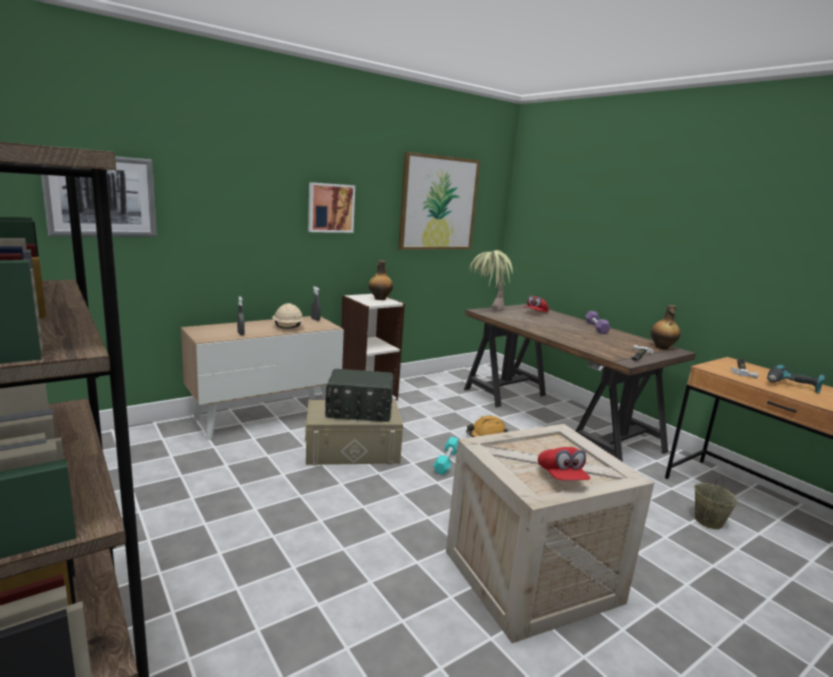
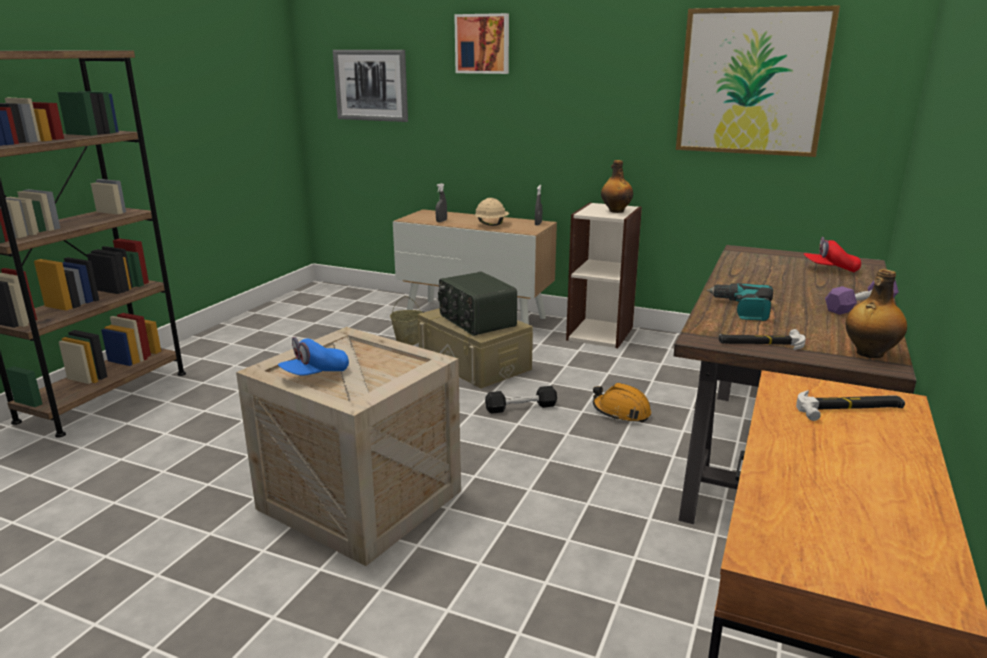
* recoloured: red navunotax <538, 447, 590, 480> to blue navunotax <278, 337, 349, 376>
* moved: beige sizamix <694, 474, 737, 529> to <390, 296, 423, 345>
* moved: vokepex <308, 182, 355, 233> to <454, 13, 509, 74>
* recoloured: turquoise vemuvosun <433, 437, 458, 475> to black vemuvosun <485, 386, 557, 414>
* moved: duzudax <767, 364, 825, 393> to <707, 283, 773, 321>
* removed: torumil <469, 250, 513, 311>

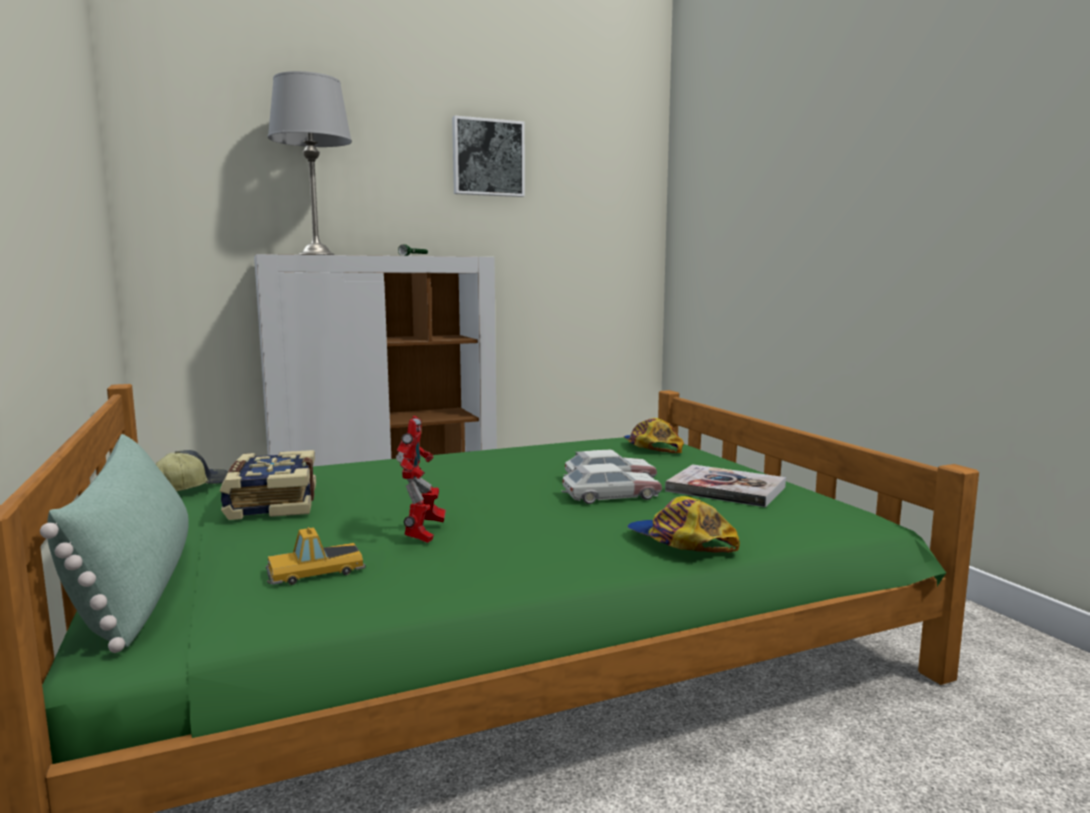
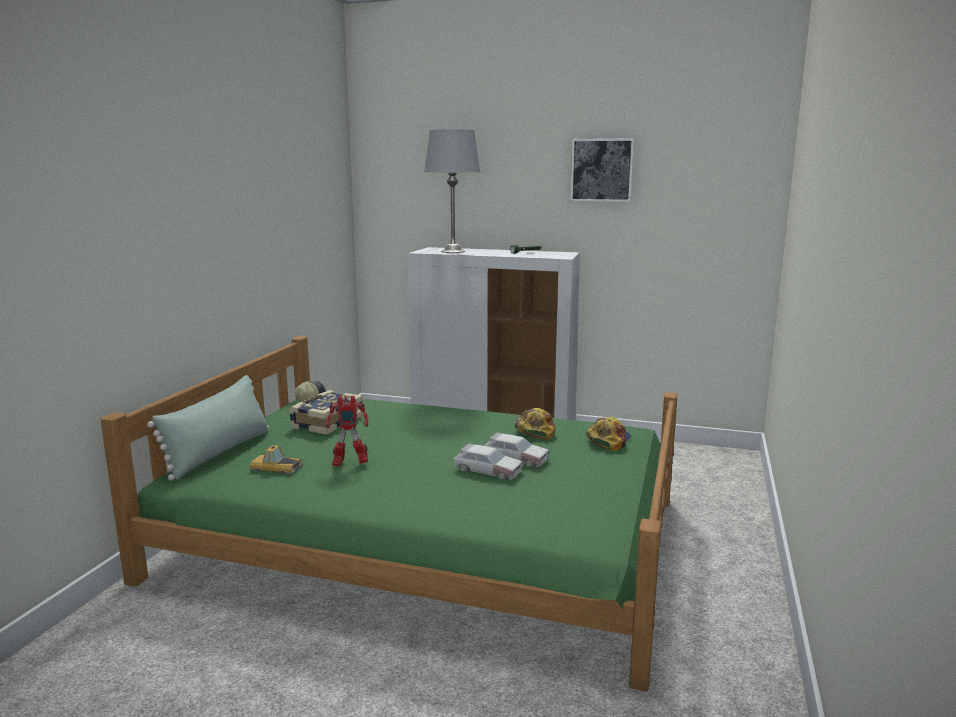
* turned: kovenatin <396, 416, 446, 543> = <326, 396, 369, 467> 45 degrees clockwise
* moved: navunotax <627, 496, 740, 553> to <515, 408, 555, 440>
* removed: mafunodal <665, 464, 786, 507>

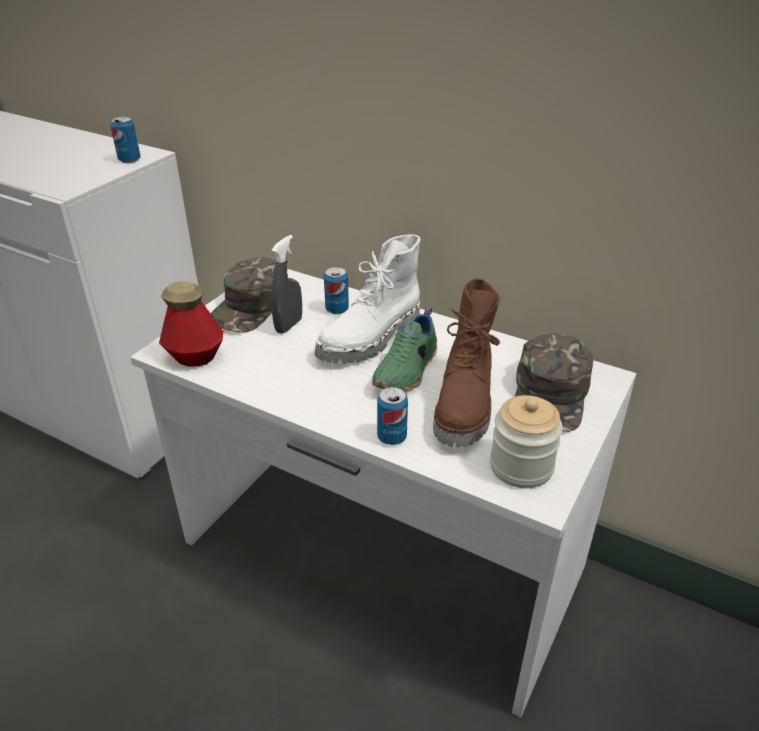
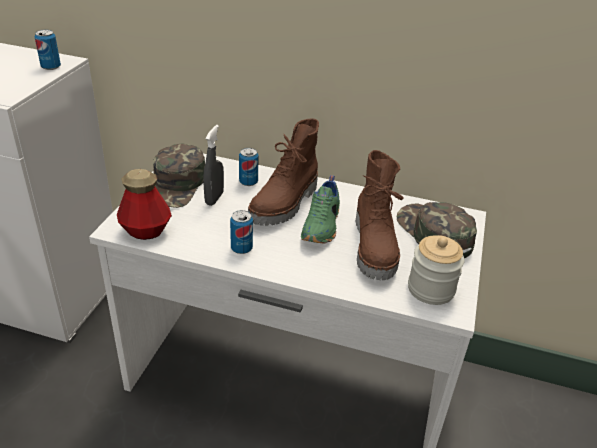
* moved: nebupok <377, 387, 408, 445> to <230, 210, 253, 254>
* recoloured: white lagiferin <314, 234, 421, 364> to brown lagiferin <248, 118, 319, 226>
* turned: green navunotax <515, 333, 594, 432> = <397, 202, 477, 258> 150 degrees clockwise

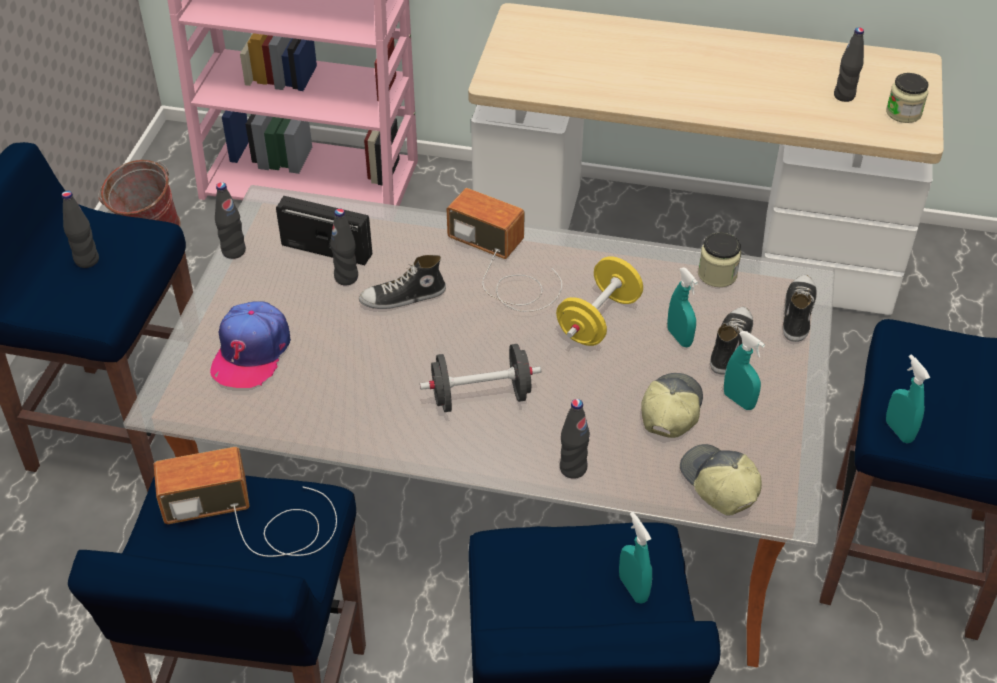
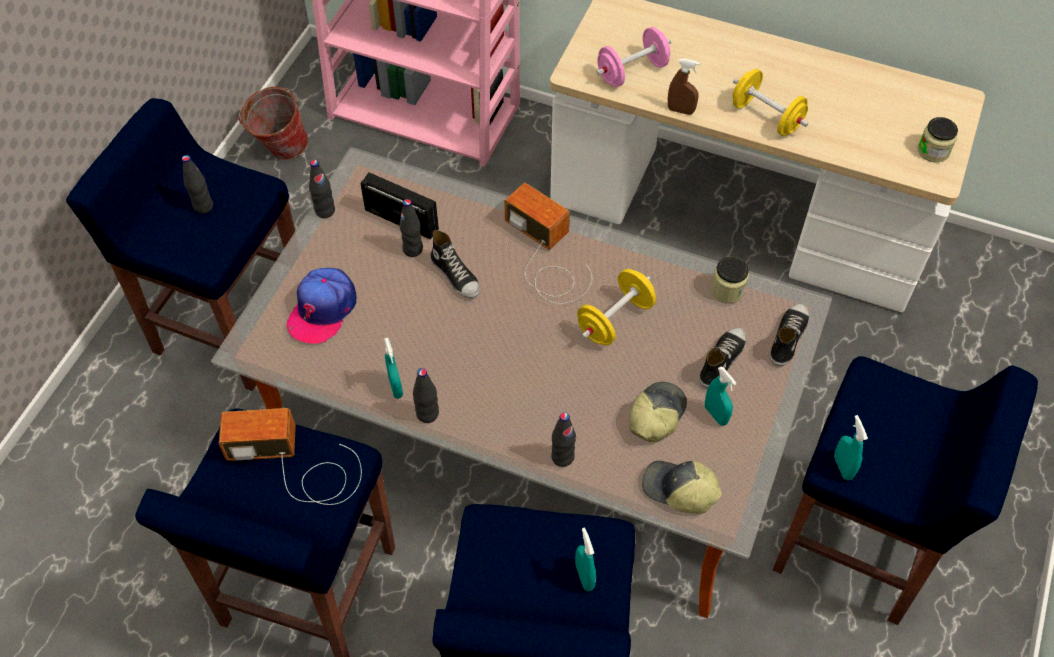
* moved: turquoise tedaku <667, 267, 698, 347> to <384, 338, 403, 399>
* moved: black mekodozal <834, 27, 864, 102> to <413, 368, 439, 423>
* turned: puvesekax <359, 255, 446, 309> = <430, 230, 480, 299> 120 degrees counterclockwise
* added: pink vemuvosun <596, 27, 671, 87>
* turned: navunotax <680, 444, 762, 516> = <642, 461, 722, 514> 45 degrees counterclockwise
* added: brown tedaku <668, 58, 700, 115>
* added: yellow vemuvosun <733, 69, 808, 136>
* removed: black vemuvosun <420, 344, 541, 412>

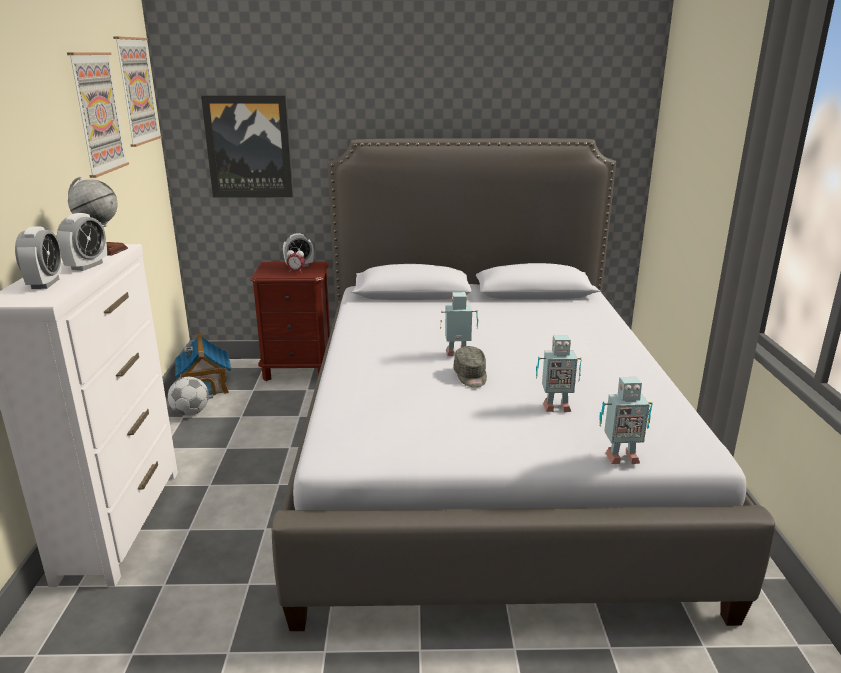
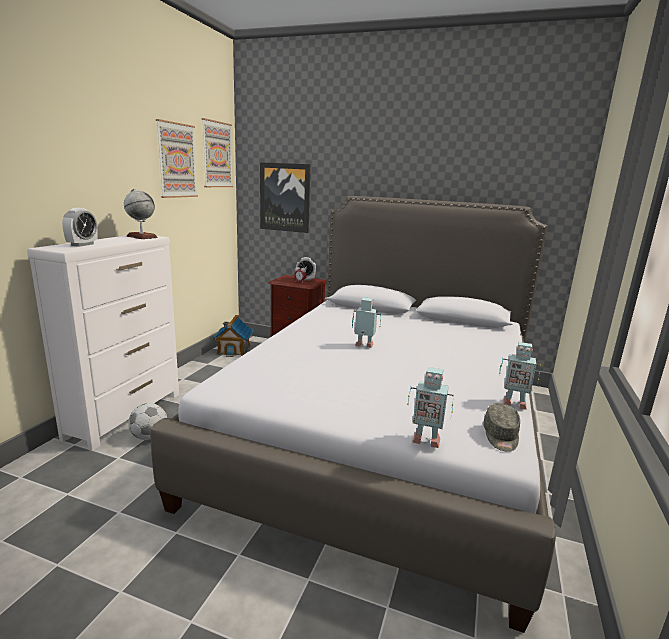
* moved: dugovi <168, 377, 209, 416> to <128, 403, 167, 440>
* moved: grey navunotax <453, 346, 487, 387> to <483, 403, 520, 452>
* moved: kovenatin <536, 335, 582, 412> to <499, 342, 541, 410>
* removed: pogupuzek <57, 213, 107, 271>

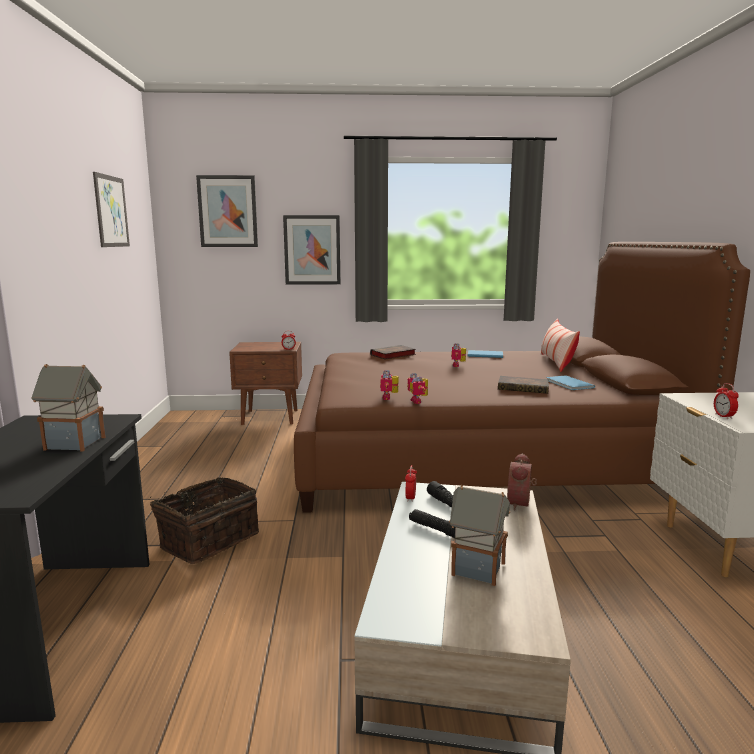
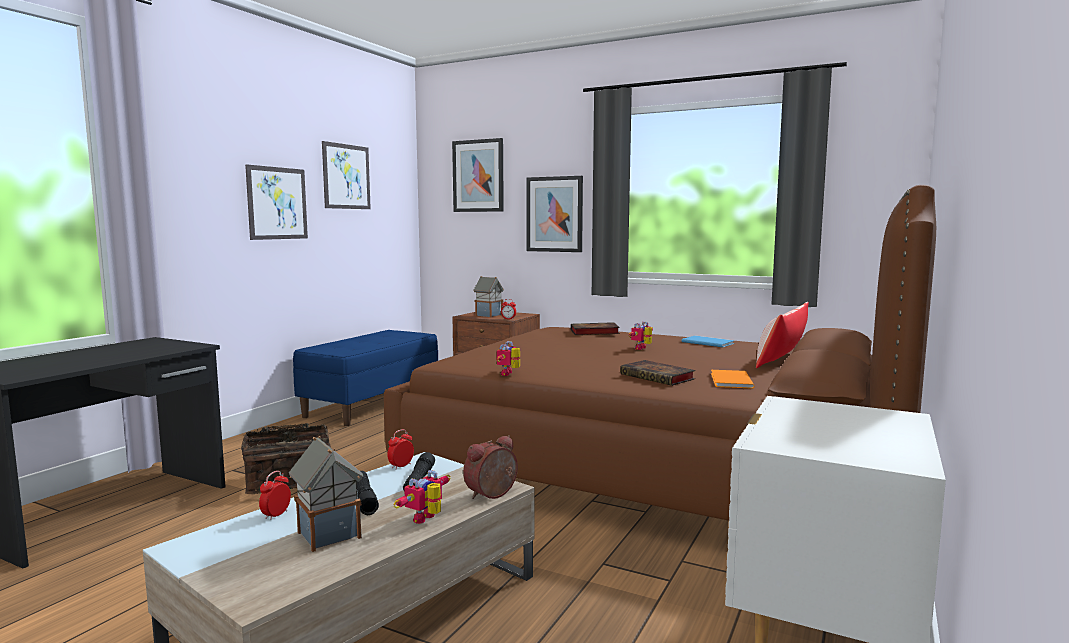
* added: vokepex <245, 164, 308, 240>
* moved: pogupuzek <714, 383, 739, 419> to <259, 471, 291, 520>
* added: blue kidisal <293, 330, 438, 426>
* moved: kovenatin <380, 370, 399, 400> to <393, 470, 451, 524>
* moved: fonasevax <31, 364, 106, 452> to <473, 276, 504, 318>
* recoloured: blue mafunodal <546, 375, 595, 390> to orange mafunodal <711, 370, 755, 389>

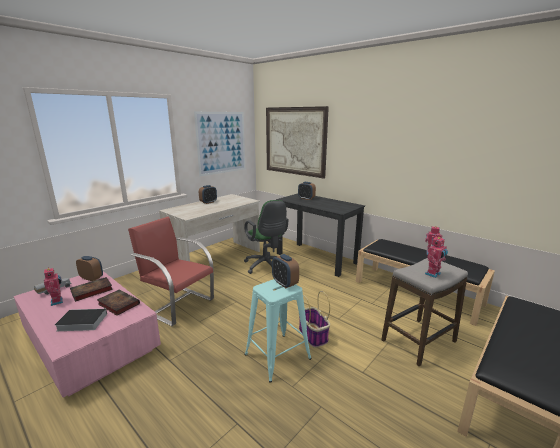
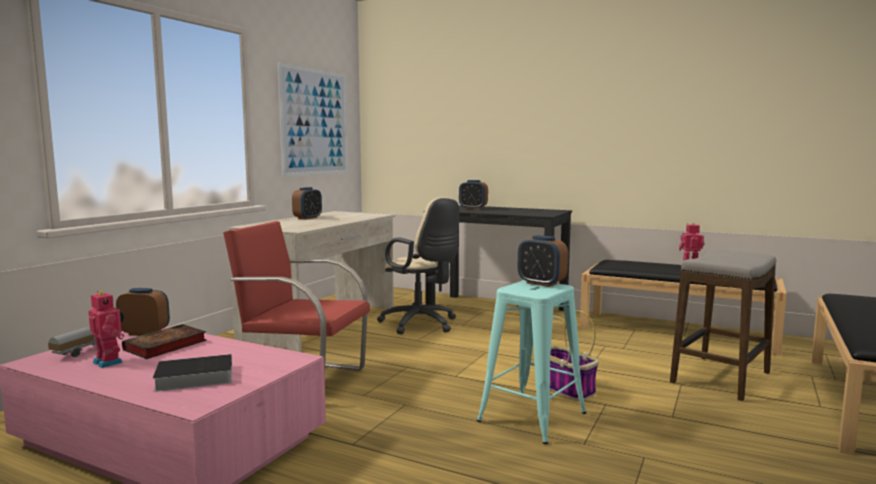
* recoloured: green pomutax <244, 200, 288, 274> to beige pomutax <377, 197, 460, 334>
* removed: mafunodal <97, 290, 140, 316>
* removed: vokepex <266, 106, 329, 179>
* removed: kovenatin <425, 236, 448, 278>

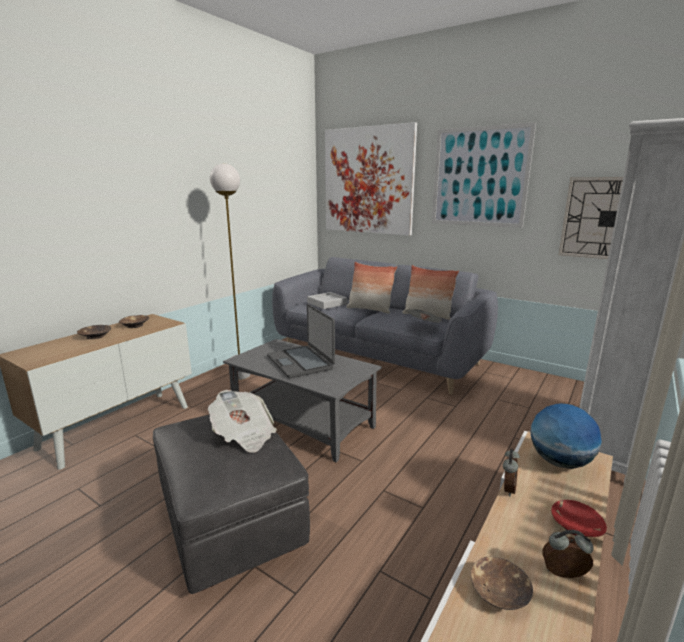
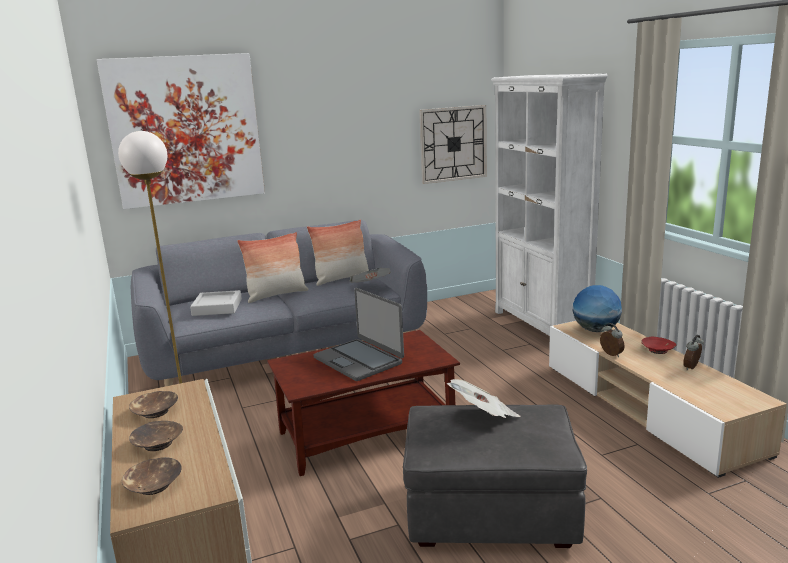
* moved: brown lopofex <471, 557, 533, 610> to <122, 457, 181, 495>
* recoloured: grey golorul <223, 339, 382, 463> to brown golorul <267, 330, 460, 476>
* turned: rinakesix <267, 304, 335, 378> = <314, 288, 404, 381> 45 degrees clockwise
* removed: vokepex <432, 122, 536, 228>

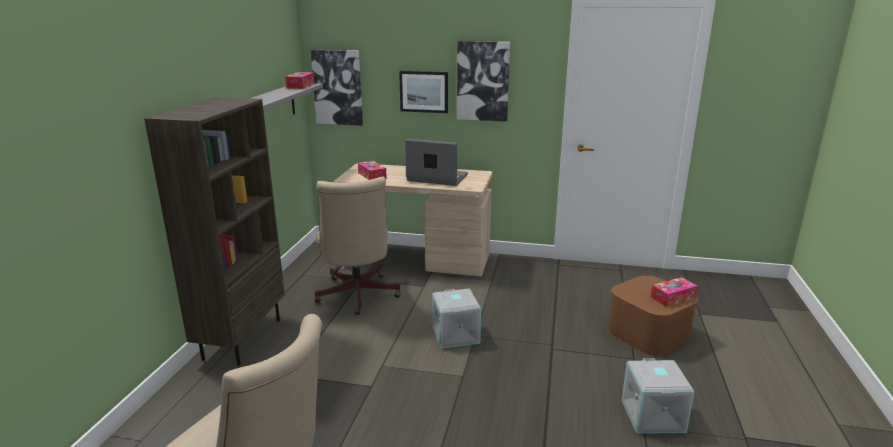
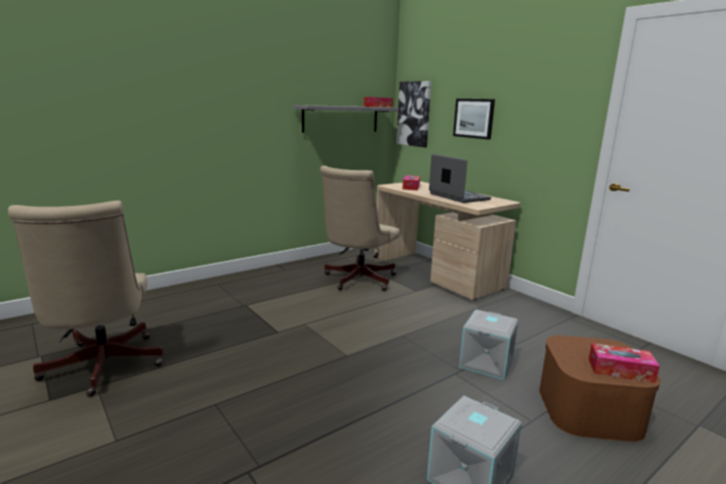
* moved: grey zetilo <432, 289, 481, 349> to <459, 310, 518, 380>
* removed: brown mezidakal <144, 97, 285, 365>
* removed: vokepex <457, 41, 510, 122>

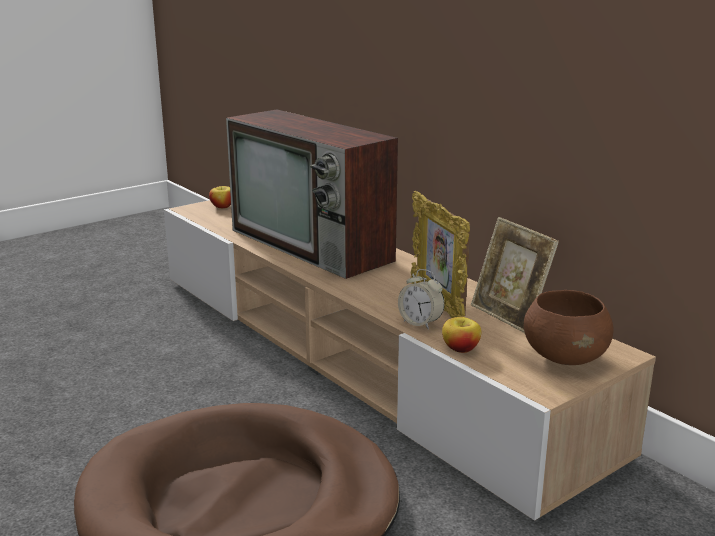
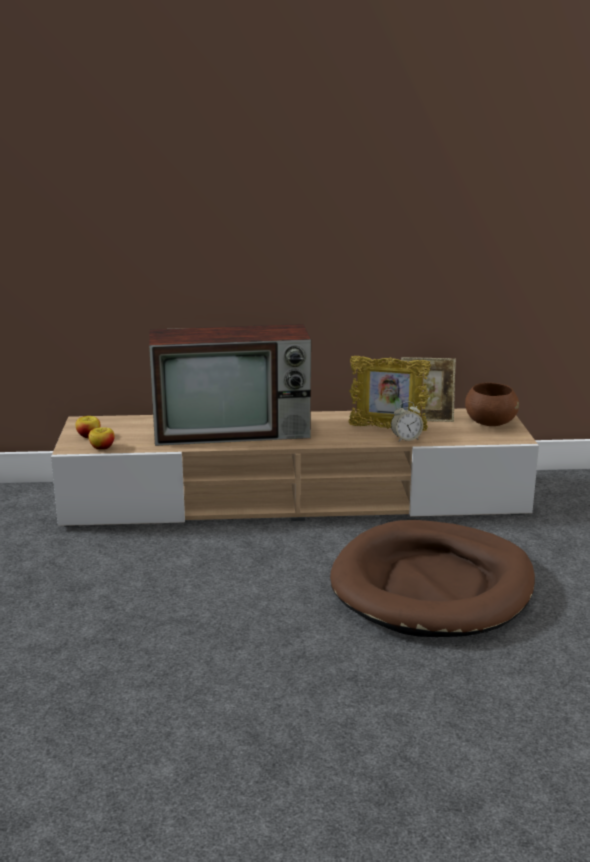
* moved: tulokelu <442, 317, 481, 353> to <88, 428, 115, 450>

